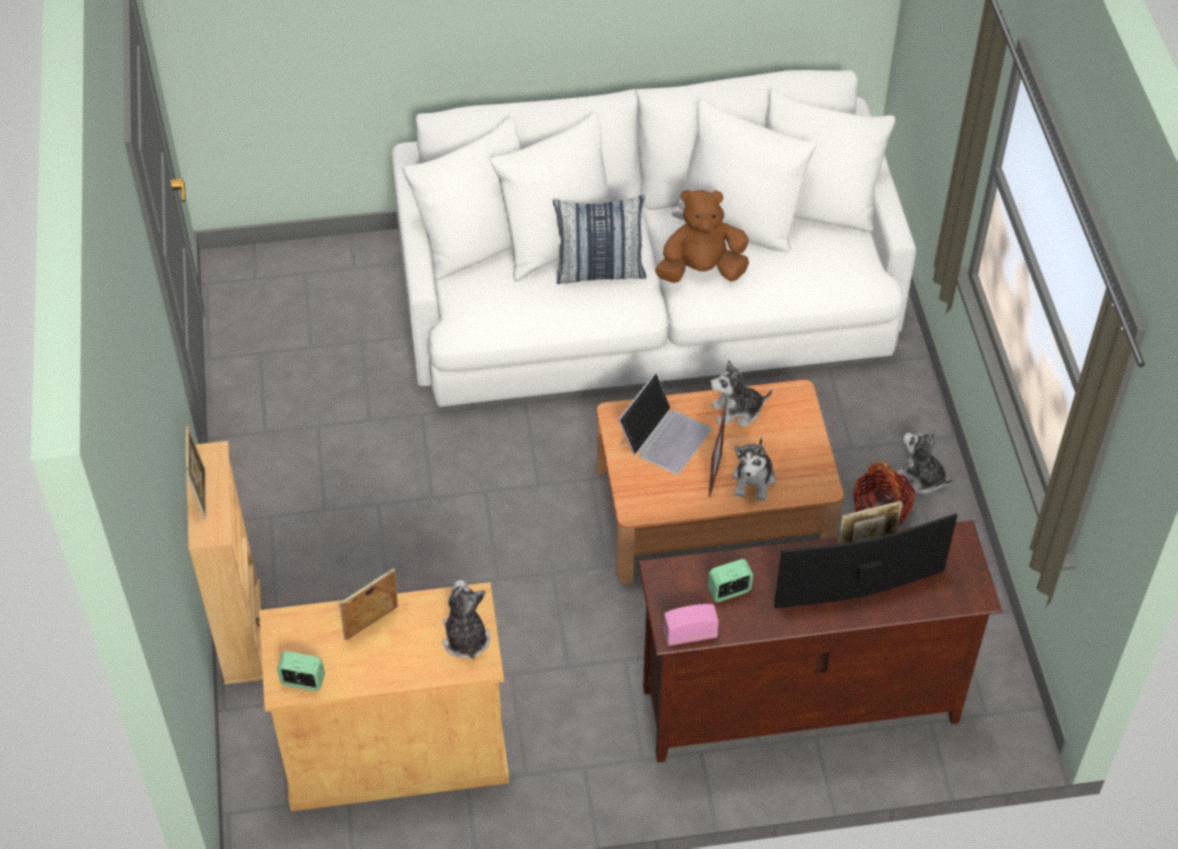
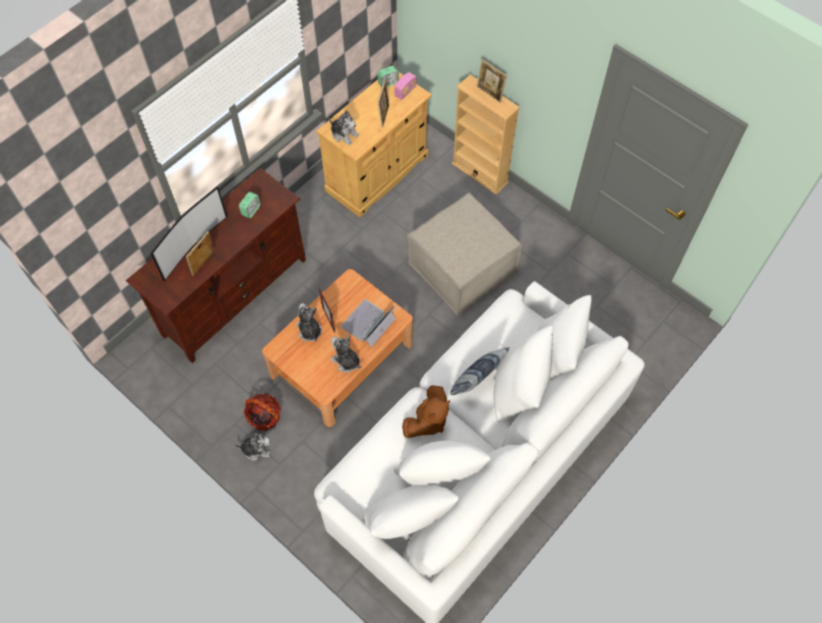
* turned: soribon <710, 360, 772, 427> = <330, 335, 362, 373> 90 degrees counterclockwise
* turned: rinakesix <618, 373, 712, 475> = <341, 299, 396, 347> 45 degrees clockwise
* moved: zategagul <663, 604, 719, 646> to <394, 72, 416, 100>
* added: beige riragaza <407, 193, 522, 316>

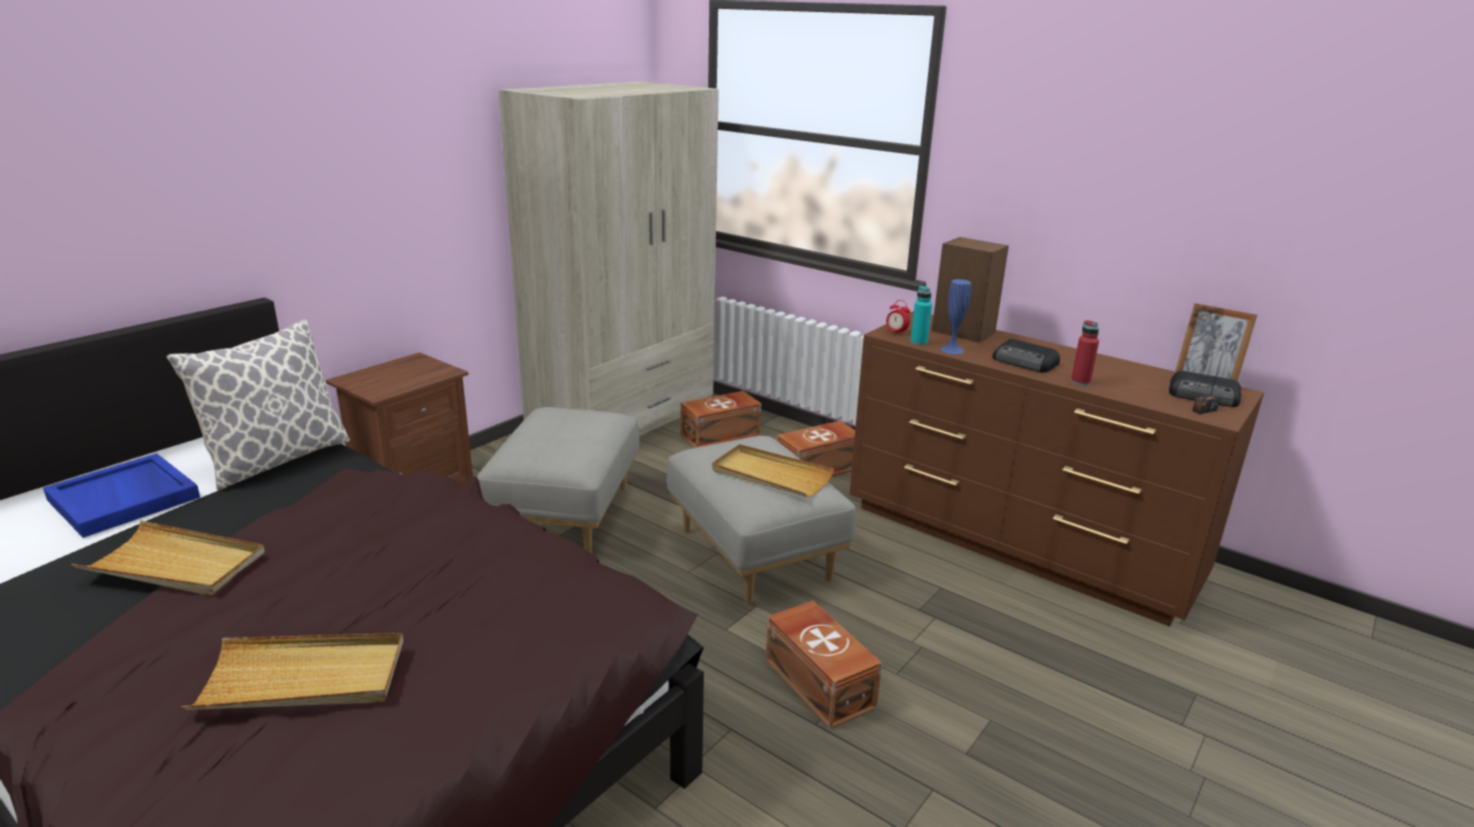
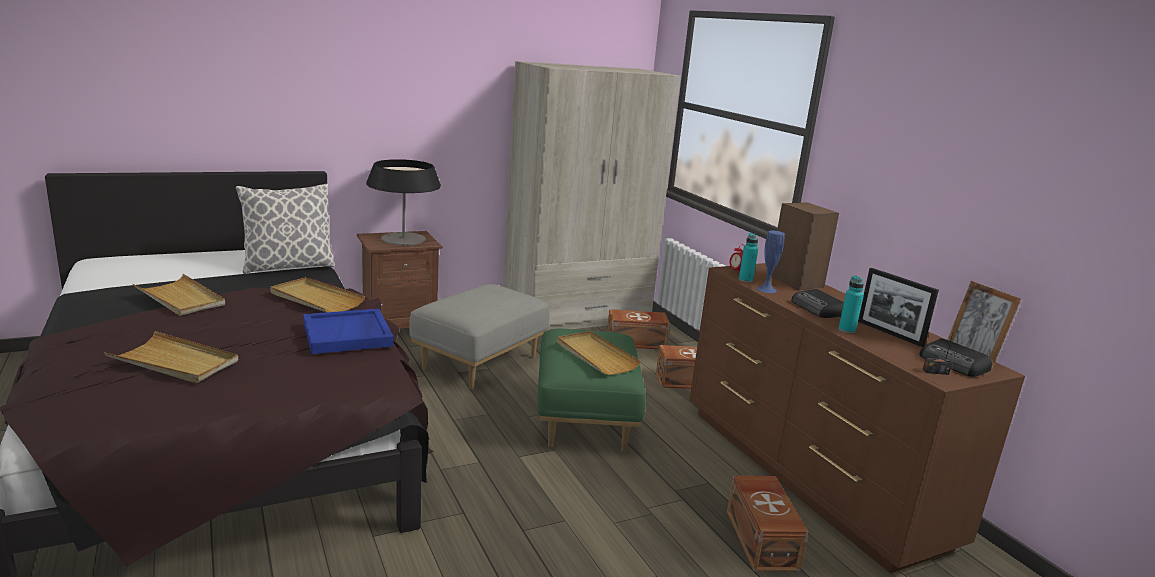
* added: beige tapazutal <270, 277, 365, 312>
* moved: blue tapazutal <43, 453, 200, 538> to <303, 309, 393, 354>
* added: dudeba <366, 159, 441, 245>
* recoloured: grey riragaza <667, 436, 856, 605> to green riragaza <537, 329, 646, 452>
* moved: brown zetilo <766, 601, 882, 729> to <727, 475, 808, 572>
* recoloured: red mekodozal <1071, 320, 1099, 386> to turquoise mekodozal <838, 275, 864, 334>
* added: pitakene <858, 268, 939, 347>

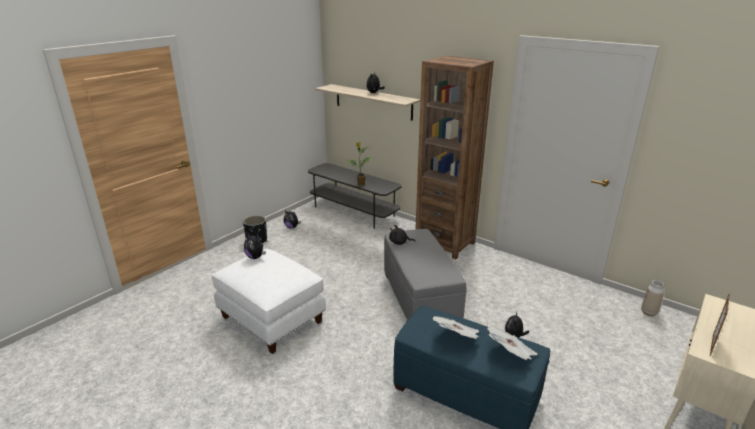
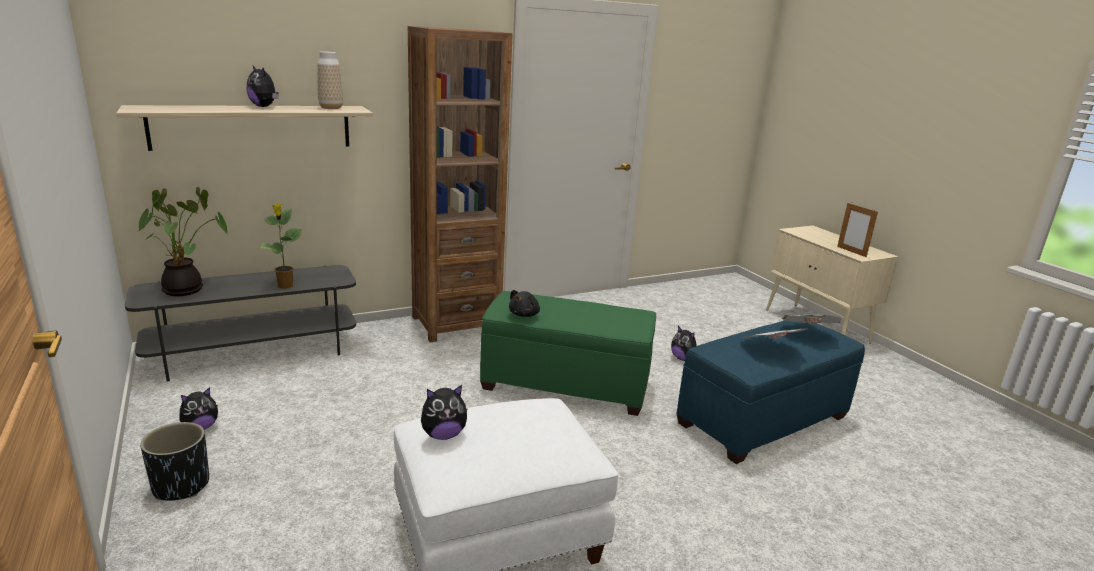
* added: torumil <138, 187, 228, 296>
* moved: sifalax <641, 280, 664, 316> to <317, 51, 343, 109>
* recoloured: grey riragaza <384, 229, 467, 320> to green riragaza <480, 291, 656, 416>

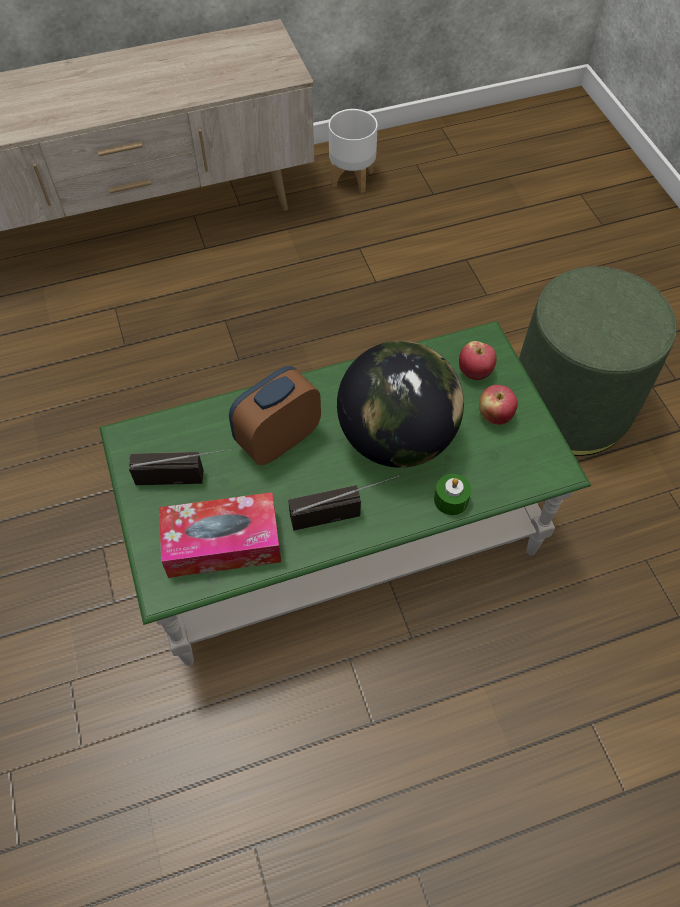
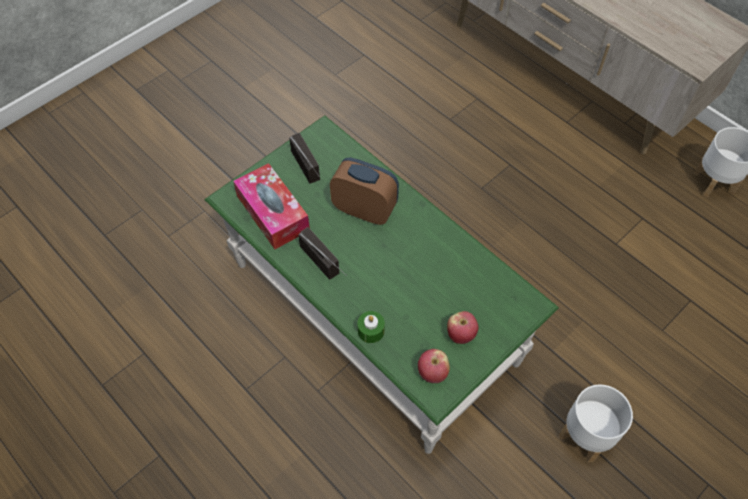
* moved: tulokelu <459, 341, 497, 380> to <418, 349, 450, 383>
* replaced: green riragaza <519, 266, 677, 456> to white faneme <560, 385, 633, 462>
* removed: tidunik <337, 341, 464, 468>

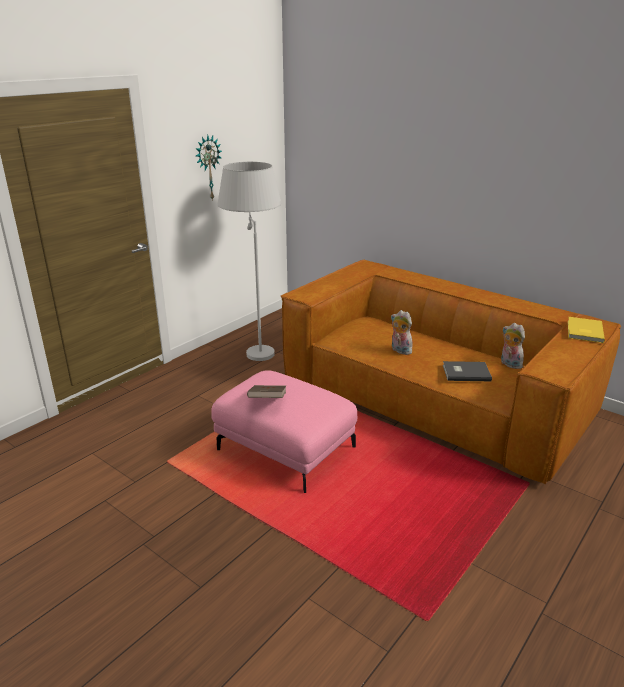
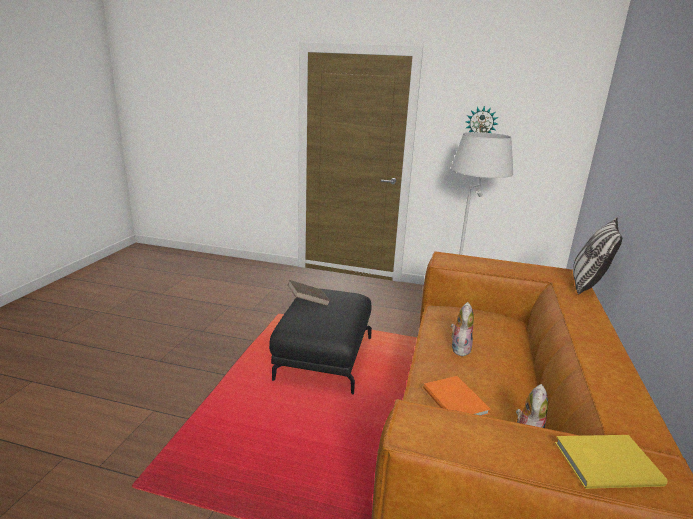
* recoloured: pink riragaza <211, 370, 357, 493> to black riragaza <269, 288, 372, 395>
* recoloured: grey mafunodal <443, 361, 492, 381> to orange mafunodal <423, 376, 490, 416>
* added: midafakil <573, 217, 622, 294>

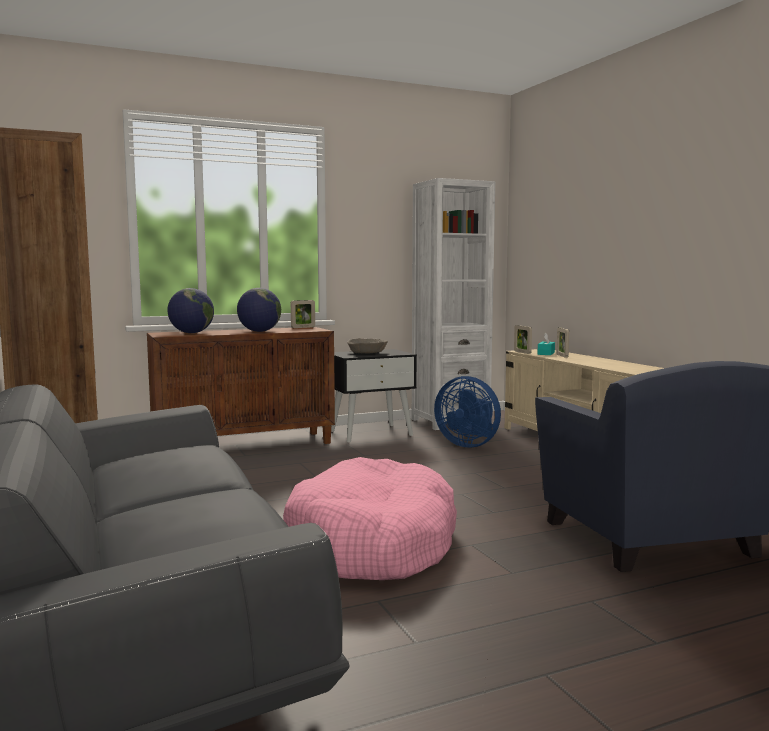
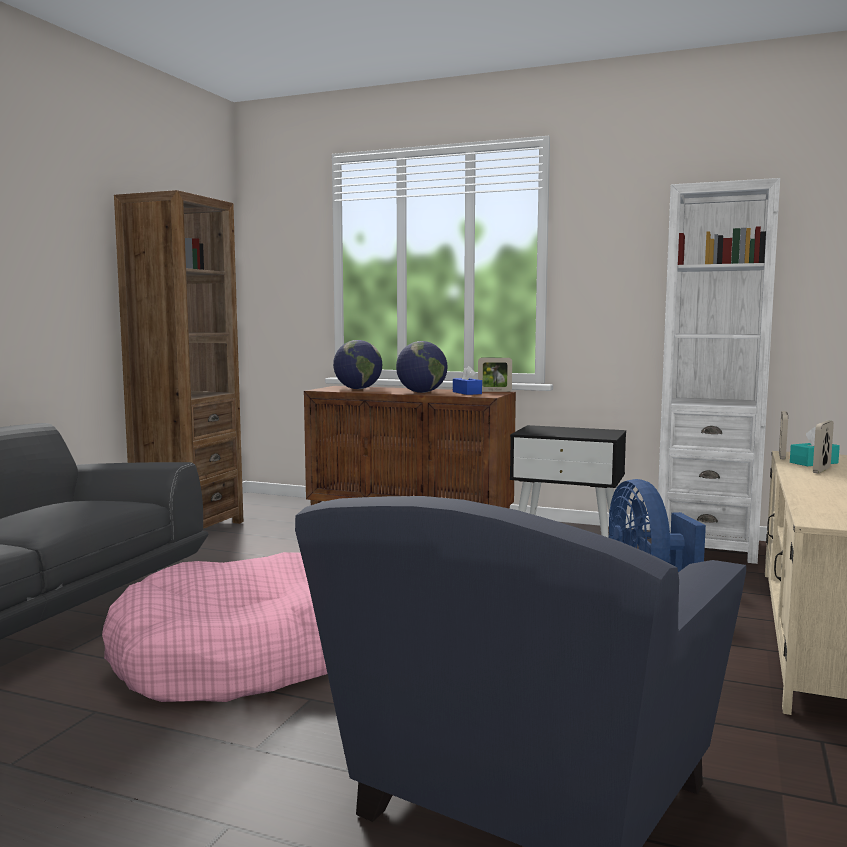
* added: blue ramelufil <453, 366, 482, 395>
* removed: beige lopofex <347, 338, 388, 353>

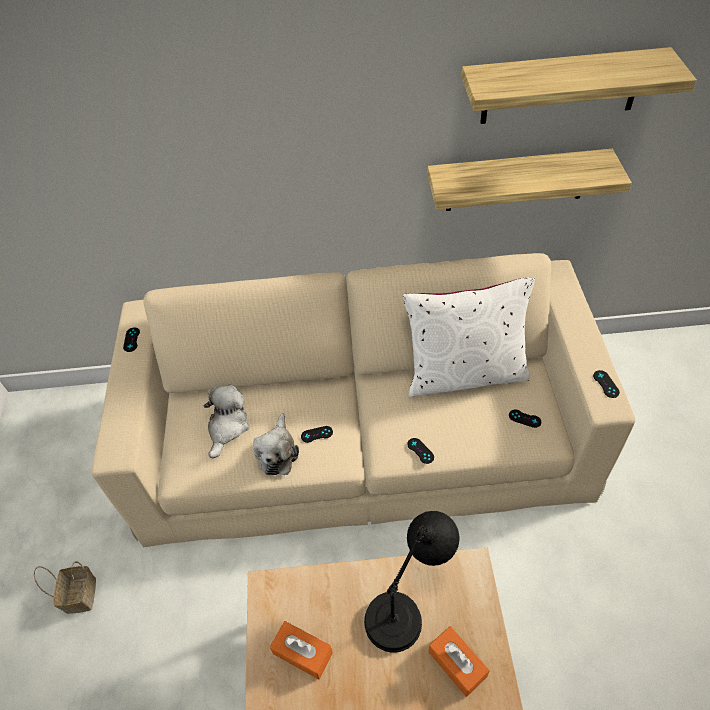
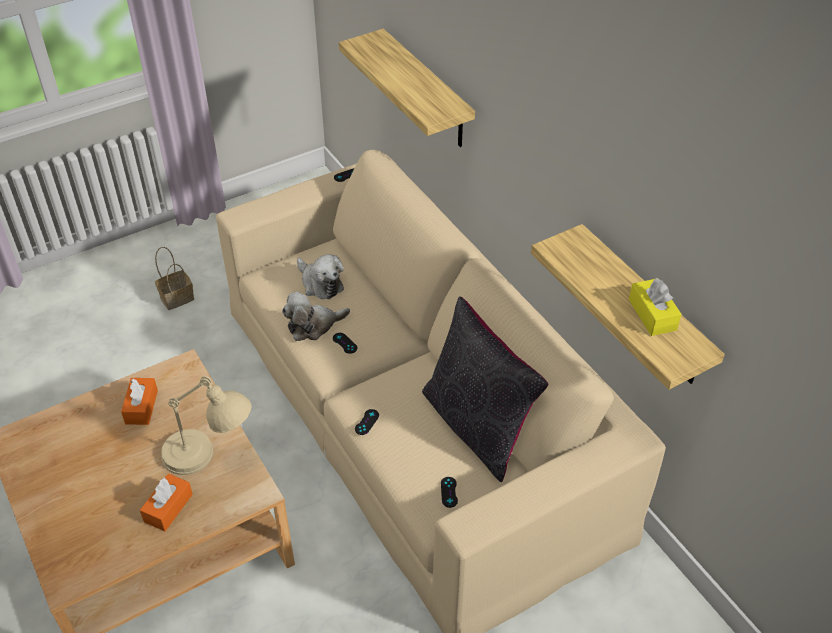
* recoloured: black dudeba <364, 511, 460, 653> to beige dudeba <161, 376, 252, 475>
* turned: soribon <204, 385, 249, 458> = <297, 254, 344, 299> 60 degrees clockwise
* moved: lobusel <461, 47, 697, 124> to <339, 29, 475, 147>
* recoloured: white midafakil <403, 277, 535, 397> to black midafakil <422, 296, 548, 482>
* added: yellow ramelufil <629, 278, 681, 336>
* removed: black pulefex <593, 370, 620, 398>

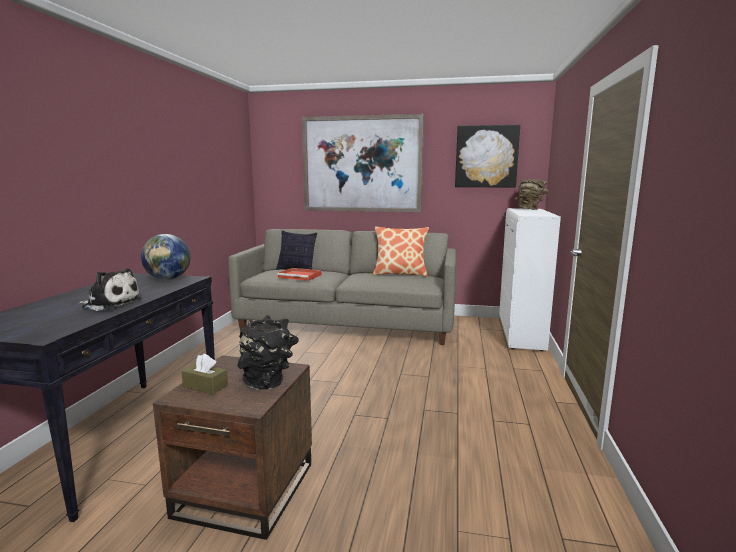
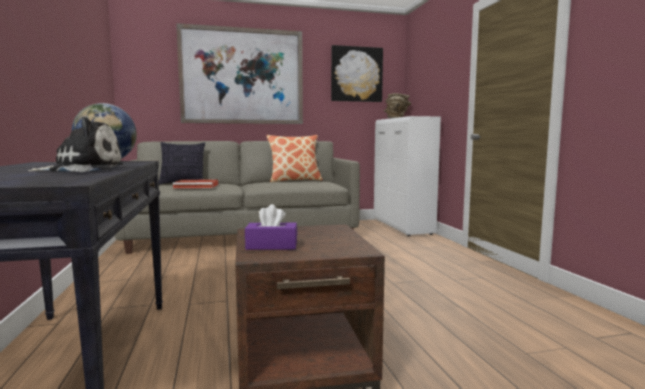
* recoloured: brown ramelufil <181, 354, 228, 394> to purple ramelufil <245, 204, 298, 250>
* removed: black sifalax <237, 315, 299, 390>

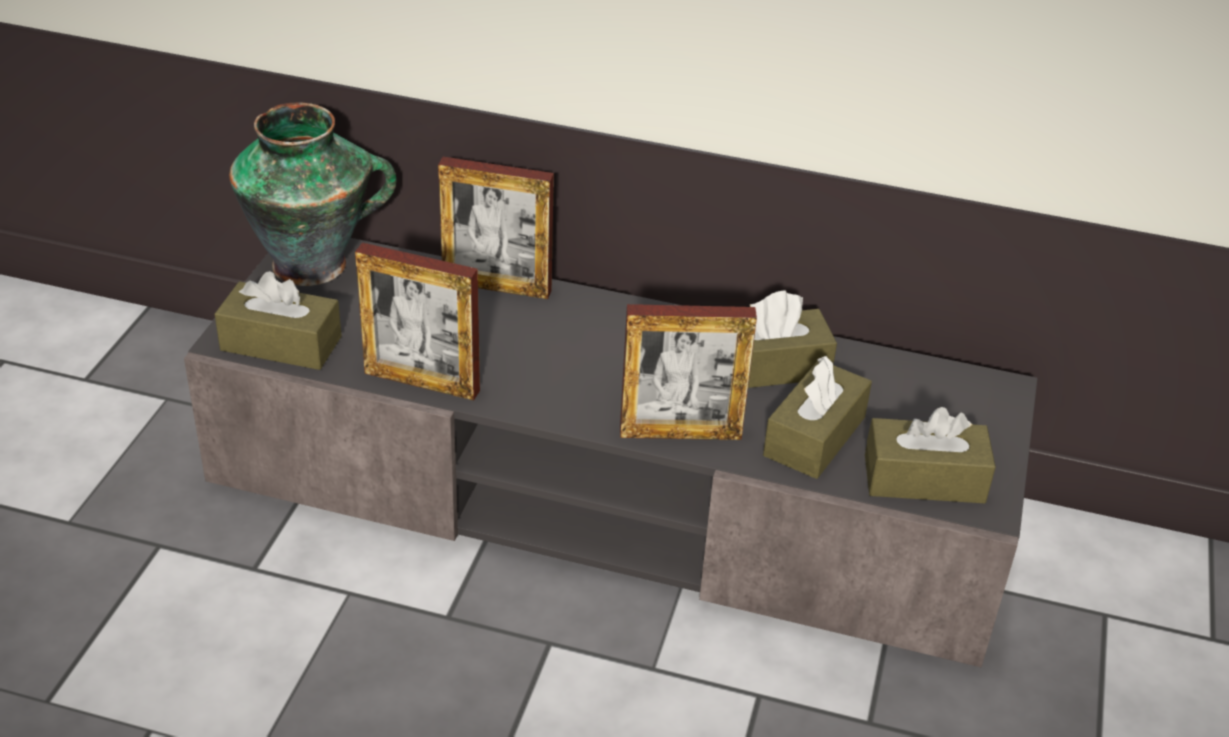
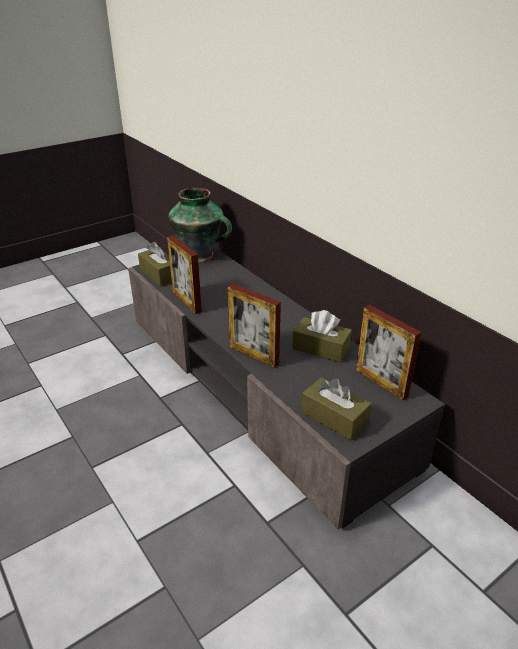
* moved: pitakene <438, 157, 554, 299> to <356, 305, 421, 400>
* removed: brown ramelufil <763, 356, 872, 479>

